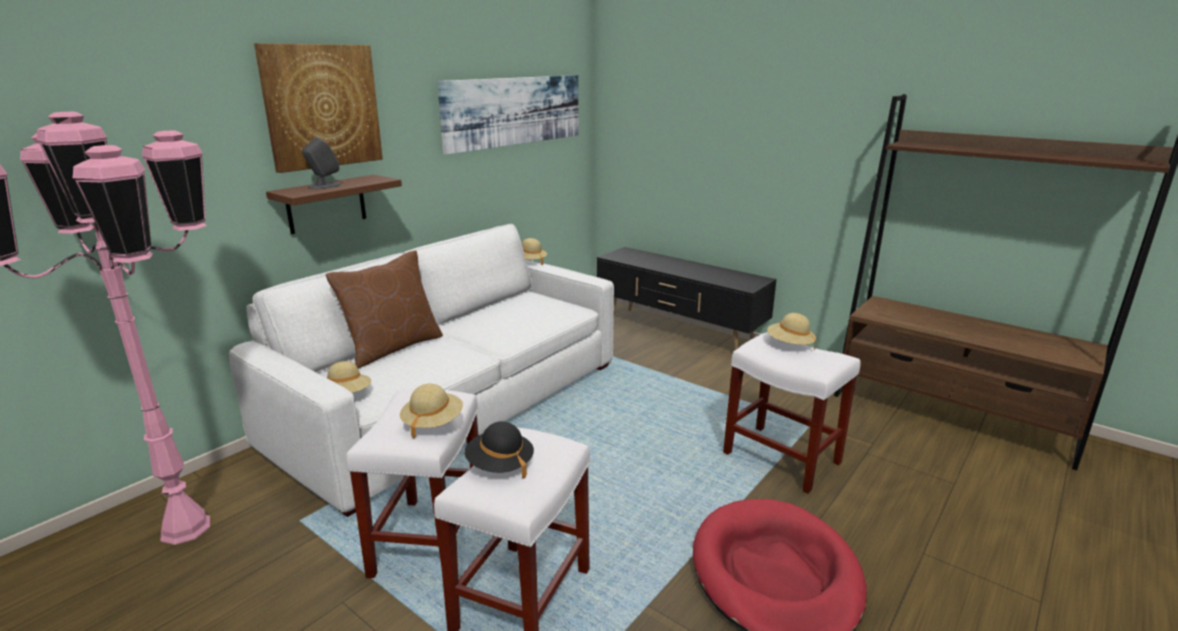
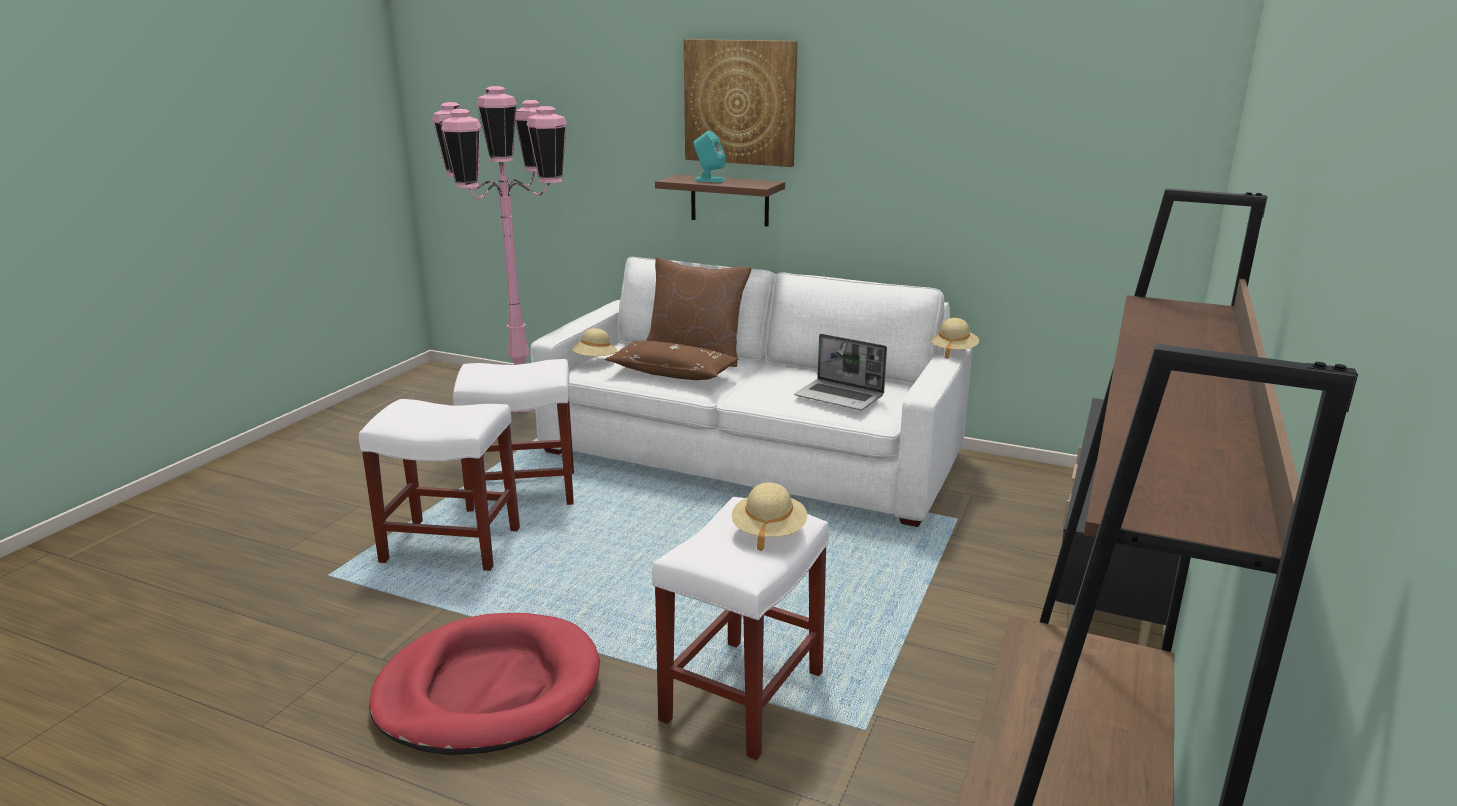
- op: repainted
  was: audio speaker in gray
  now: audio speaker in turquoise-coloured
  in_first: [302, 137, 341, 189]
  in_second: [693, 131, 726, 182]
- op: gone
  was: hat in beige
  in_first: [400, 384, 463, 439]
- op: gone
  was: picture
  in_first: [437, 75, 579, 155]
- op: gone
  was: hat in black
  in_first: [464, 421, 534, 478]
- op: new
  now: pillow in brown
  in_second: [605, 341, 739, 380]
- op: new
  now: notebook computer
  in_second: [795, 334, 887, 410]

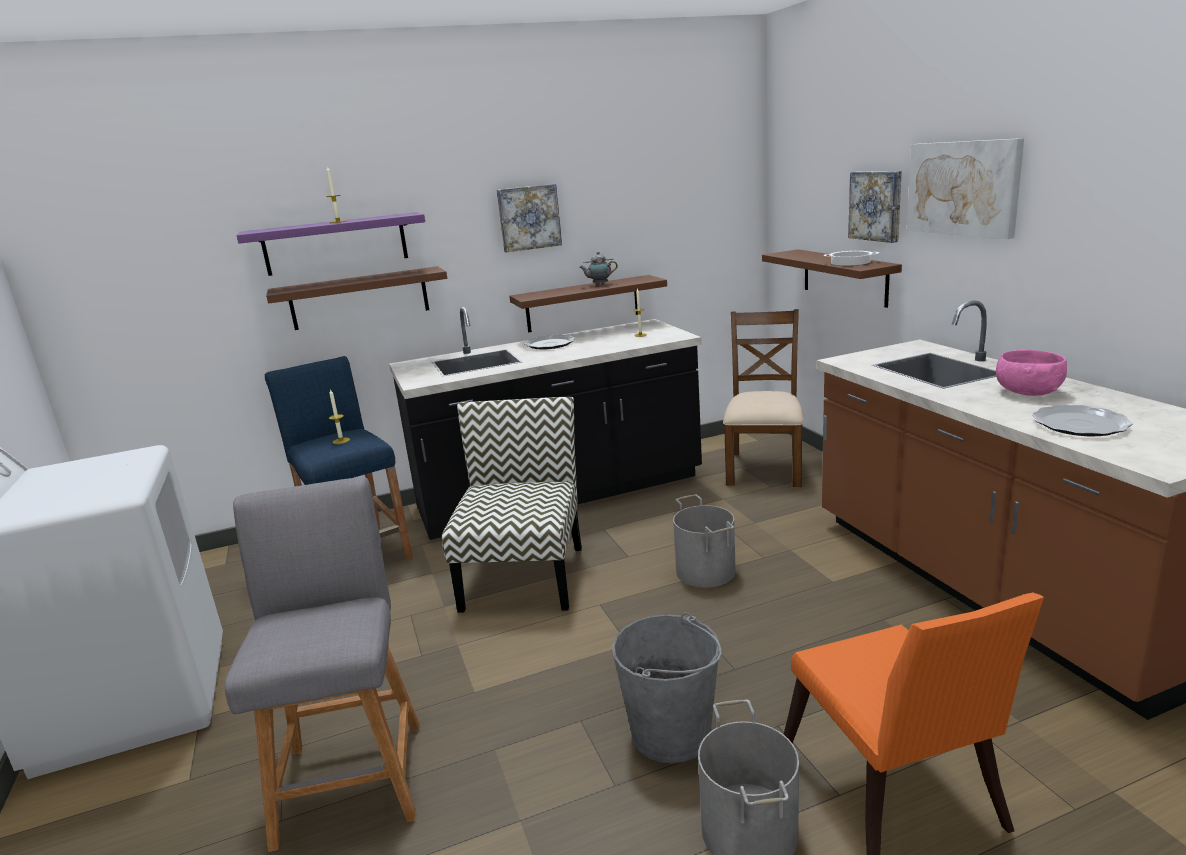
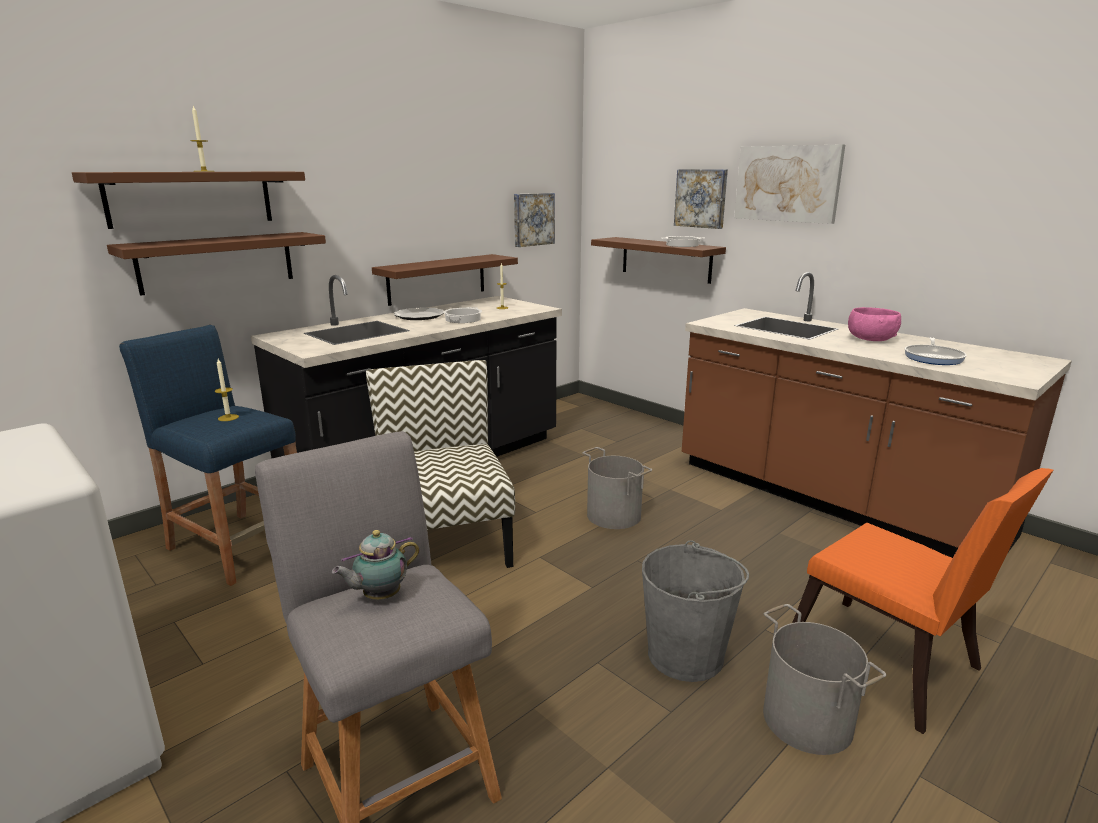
- op: repainted
  was: shelf in purplish
  now: shelf in brown
  in_first: [237, 212, 425, 276]
  in_second: [72, 172, 305, 229]
- op: shifted
  was: picture
  in_first: [497, 184, 562, 252]
  in_second: [514, 193, 555, 247]
- op: shifted
  was: teapot
  in_first: [579, 252, 618, 286]
  in_second: [332, 530, 419, 600]
- op: gone
  was: plain chair in brown
  in_first: [723, 309, 804, 487]
- op: swapped
  was: dinner plate
  now: skillet
  in_first: [1032, 405, 1133, 436]
  in_second: [905, 337, 966, 365]
- op: new
  now: stockpot
  in_second: [443, 307, 482, 323]

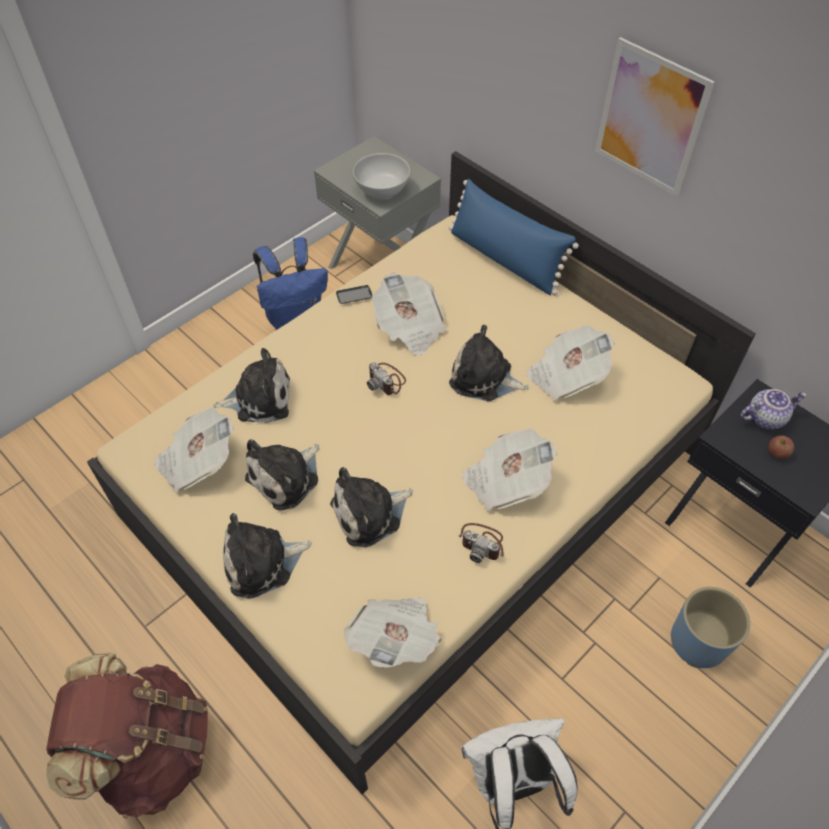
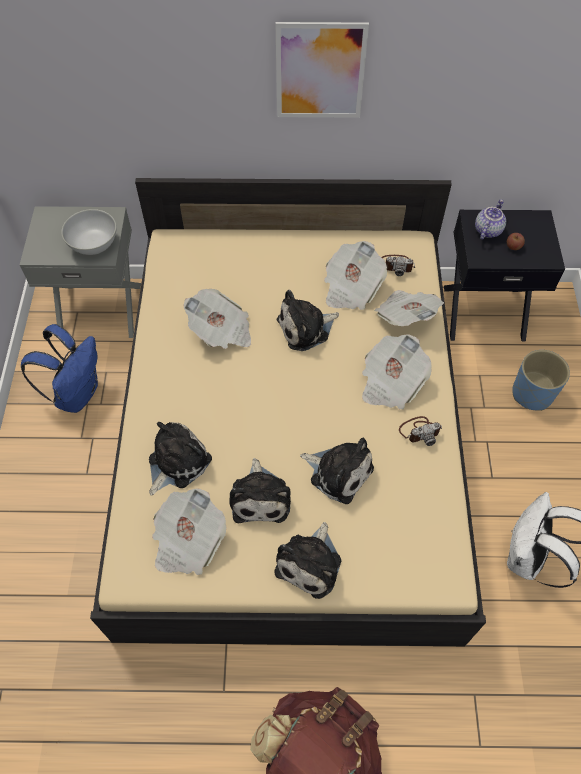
- op: rotated
  was: cuddly toy
  in_first: [330, 467, 413, 547]
  in_second: [300, 437, 374, 504]
  clockwise: -75
- op: gone
  was: telephone
  in_first: [336, 285, 372, 304]
- op: shifted
  was: newspaper
  in_first: [344, 597, 441, 667]
  in_second: [374, 290, 444, 326]
- op: shifted
  was: photo camera
  in_first: [367, 362, 406, 395]
  in_second: [381, 255, 415, 276]
- op: gone
  was: pillow in bluish
  in_first: [449, 179, 579, 295]

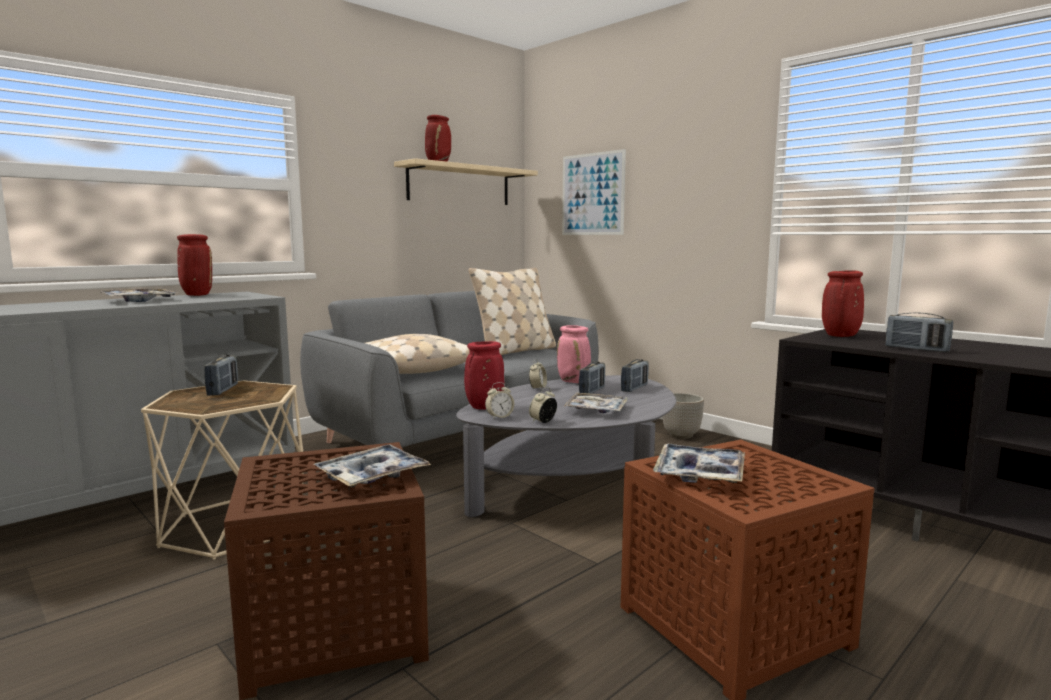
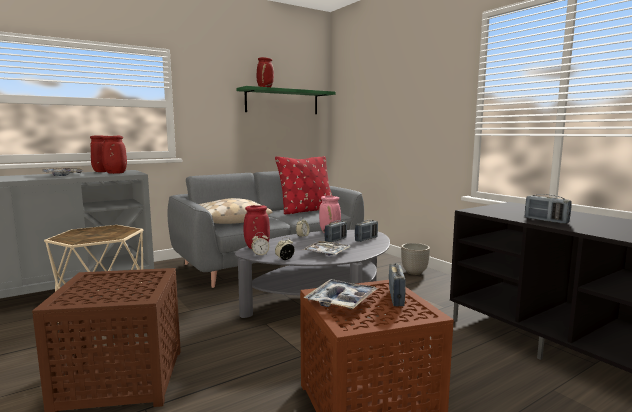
- op: shifted
  was: radio receiver
  in_first: [204, 354, 238, 396]
  in_second: [389, 263, 406, 307]
- op: gone
  was: tray
  in_first: [314, 444, 431, 487]
- op: repainted
  was: shelf in beige
  now: shelf in green-coloured
  in_first: [394, 158, 538, 205]
  in_second: [236, 86, 335, 114]
- op: repainted
  was: pillow in beige
  now: pillow in red
  in_first: [469, 268, 556, 355]
  in_second: [275, 156, 332, 214]
- op: gone
  was: picture
  in_first: [562, 149, 626, 235]
- op: shifted
  was: flower vase in red
  in_first: [822, 270, 864, 337]
  in_second: [101, 136, 127, 174]

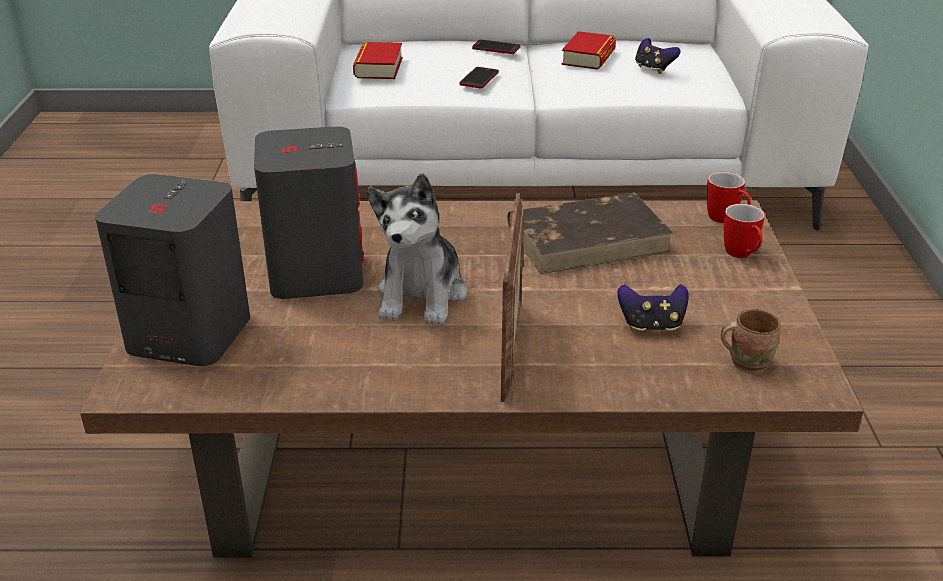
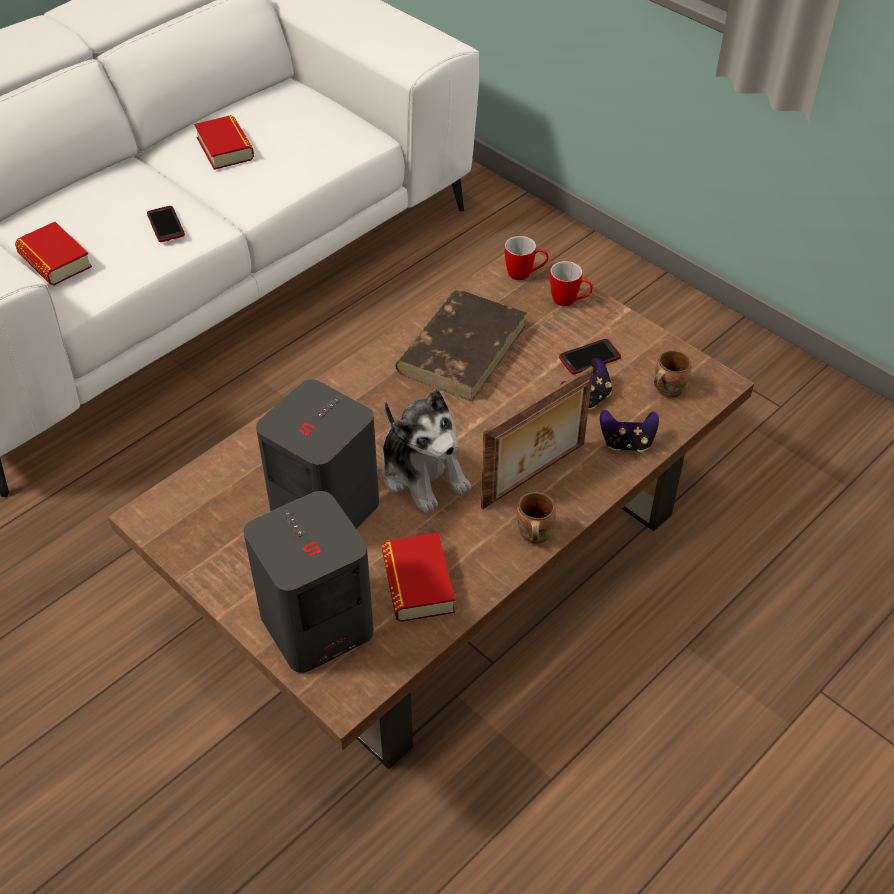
- op: shifted
  was: telephone
  in_first: [472, 40, 520, 54]
  in_second: [559, 339, 621, 374]
- op: rotated
  was: photo frame
  in_first: [501, 193, 524, 402]
  in_second: [481, 366, 594, 509]
  clockwise: 90
- op: shifted
  was: game controller
  in_first: [635, 38, 681, 74]
  in_second: [600, 410, 659, 452]
- op: new
  now: volume
  in_second: [382, 533, 455, 622]
- op: new
  now: tea mug in brown
  in_second: [517, 492, 556, 544]

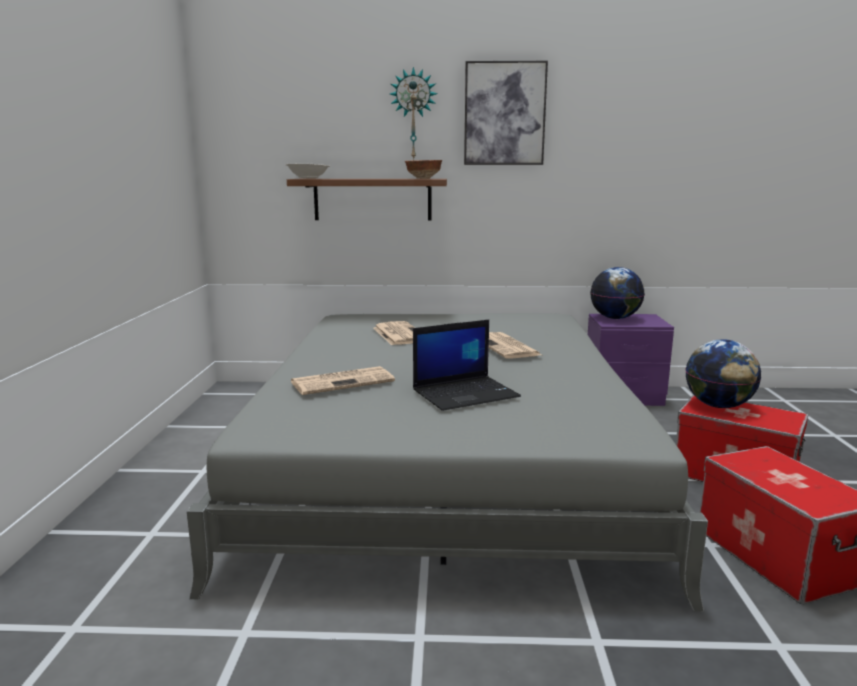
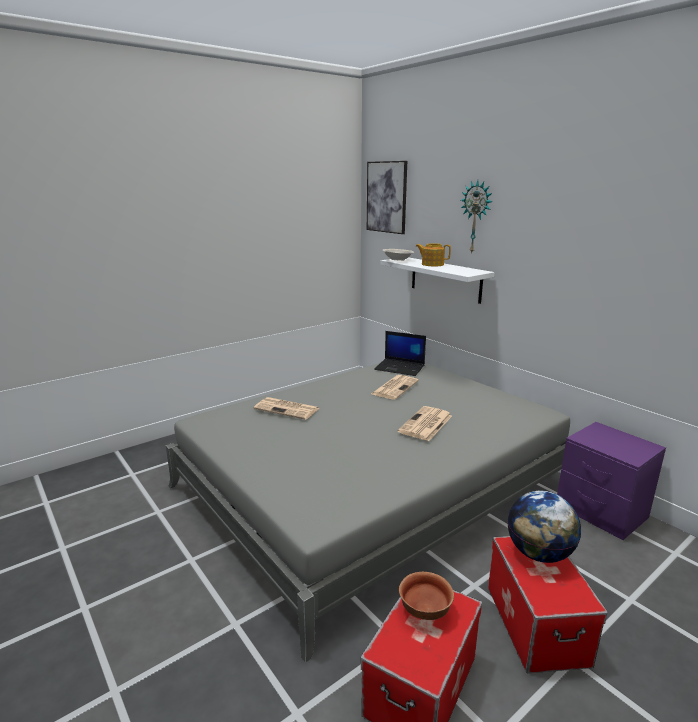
- op: repainted
  was: shelf in brown
  now: shelf in whitish
  in_first: [287, 179, 447, 221]
  in_second: [380, 257, 494, 304]
- op: shifted
  was: deep dish
  in_first: [405, 160, 442, 179]
  in_second: [399, 572, 454, 620]
- op: shifted
  was: notebook computer
  in_first: [413, 320, 521, 411]
  in_second: [374, 331, 426, 376]
- op: shifted
  was: picture
  in_first: [464, 61, 548, 165]
  in_second: [367, 161, 407, 234]
- op: gone
  was: globe
  in_first: [590, 267, 645, 319]
- op: new
  now: teapot
  in_second: [416, 243, 451, 266]

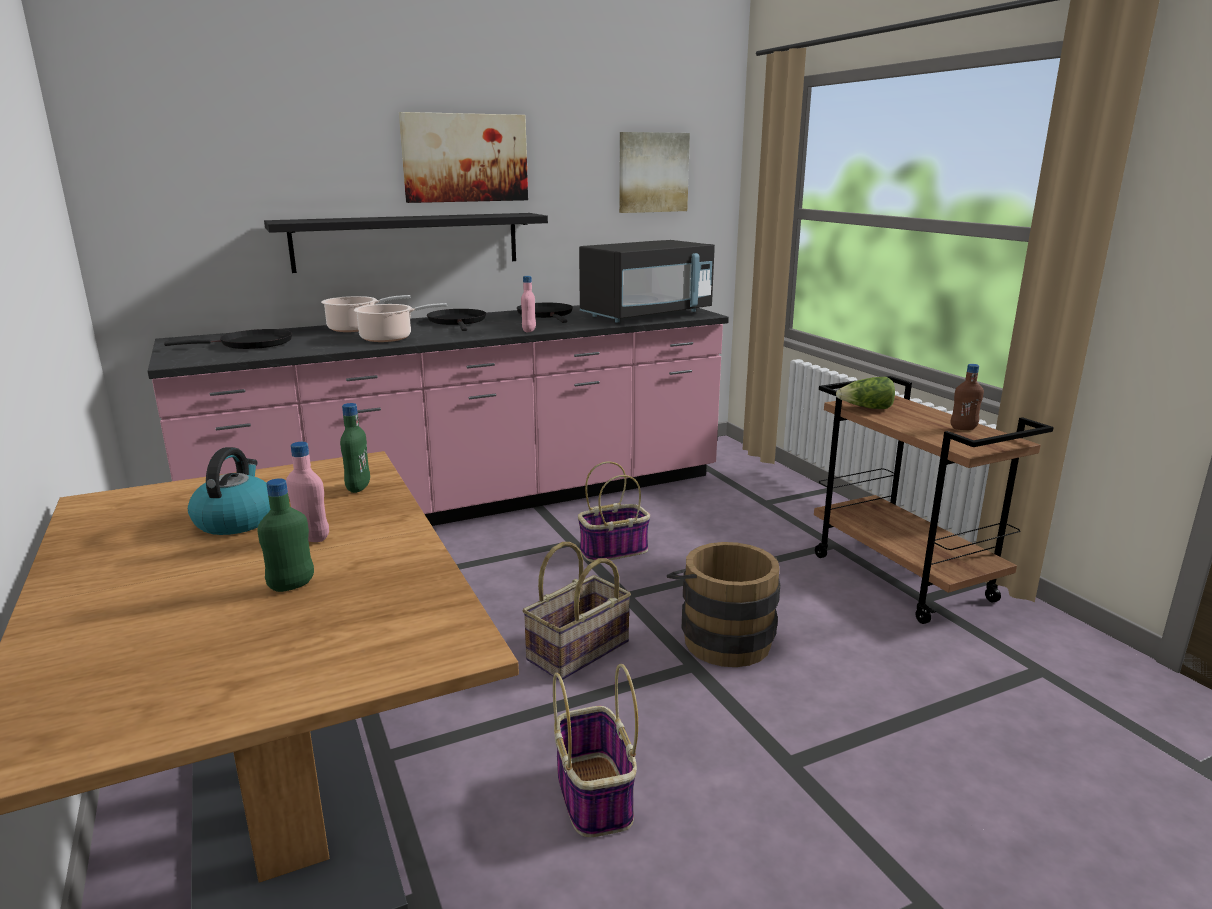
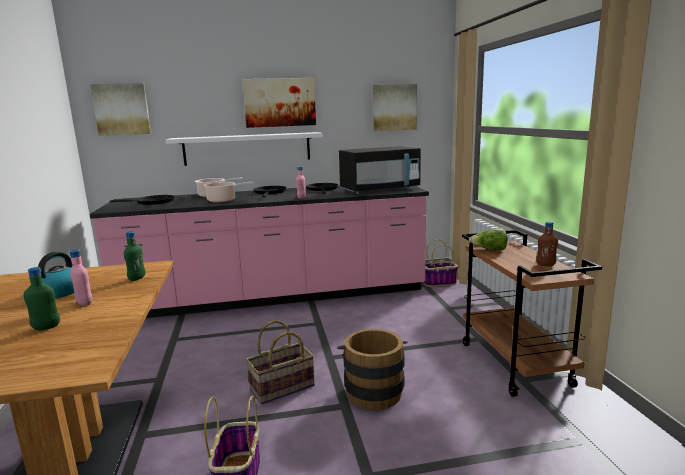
- op: repainted
  was: shelf in black
  now: shelf in whitish
  in_first: [264, 213, 548, 273]
  in_second: [166, 132, 323, 166]
- op: shifted
  was: household basket
  in_first: [578, 461, 650, 562]
  in_second: [423, 239, 458, 287]
- op: new
  now: picture
  in_second: [90, 83, 151, 136]

